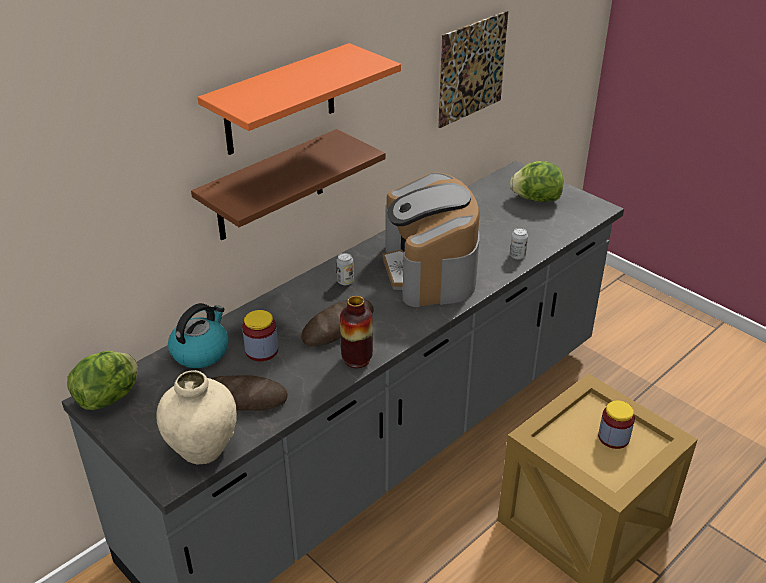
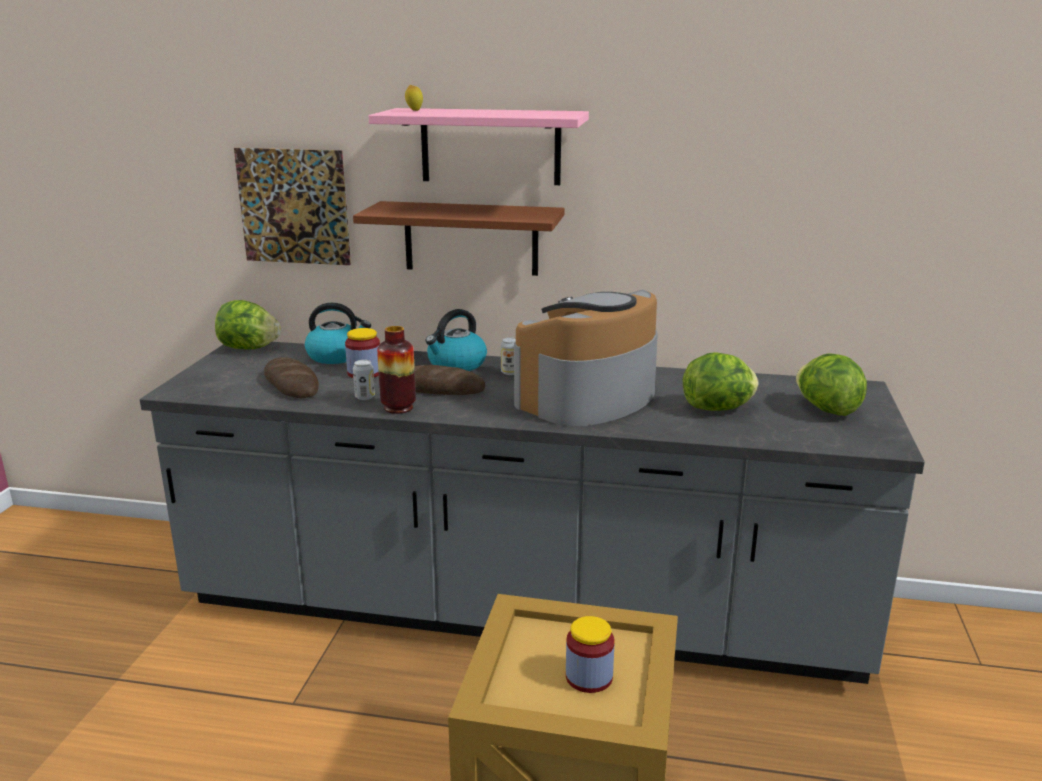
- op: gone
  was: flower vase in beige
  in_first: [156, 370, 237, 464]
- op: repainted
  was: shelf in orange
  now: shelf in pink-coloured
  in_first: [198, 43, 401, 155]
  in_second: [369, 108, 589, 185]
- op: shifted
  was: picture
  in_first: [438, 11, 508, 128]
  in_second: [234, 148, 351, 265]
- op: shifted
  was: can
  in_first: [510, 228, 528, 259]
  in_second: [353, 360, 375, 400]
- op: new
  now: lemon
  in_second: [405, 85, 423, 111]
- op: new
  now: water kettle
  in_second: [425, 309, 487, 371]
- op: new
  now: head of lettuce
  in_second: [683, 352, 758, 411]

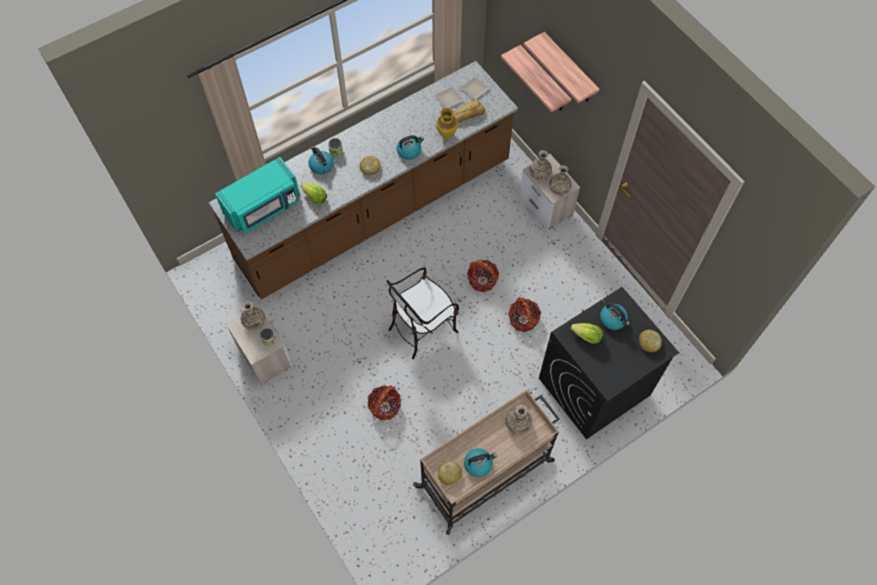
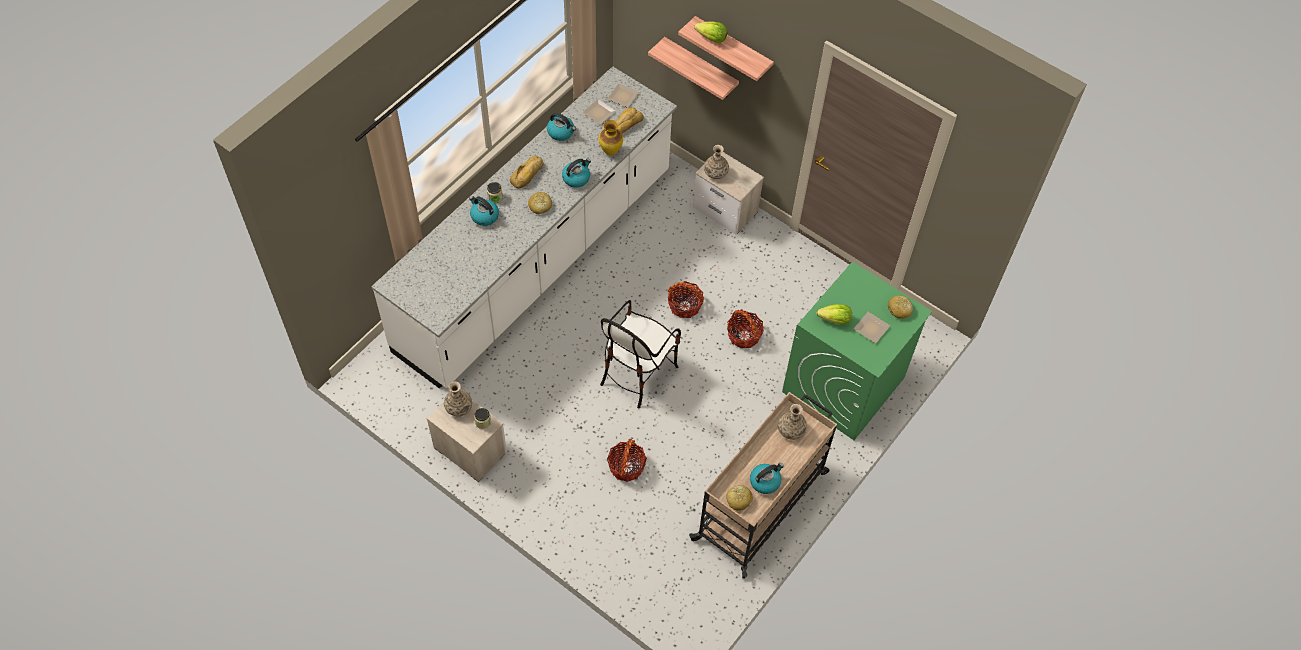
- op: repainted
  was: kitchen counter in brown
  now: kitchen counter in whitish
  in_first: [209, 61, 518, 299]
  in_second: [371, 66, 677, 389]
- op: gone
  was: kitchen microwave in turquoise-coloured
  in_first: [215, 157, 300, 233]
- op: shifted
  was: head of lettuce
  in_first: [301, 183, 327, 204]
  in_second: [694, 22, 727, 43]
- op: repainted
  was: laundry machine in black
  now: laundry machine in green-coloured
  in_first: [539, 287, 679, 439]
  in_second: [782, 262, 932, 440]
- op: gone
  was: flower vase
  in_first: [549, 165, 572, 195]
- op: shifted
  was: water kettle
  in_first: [600, 303, 630, 330]
  in_second: [547, 113, 576, 141]
- op: new
  now: bakery bread
  in_second: [510, 156, 544, 188]
- op: new
  now: dinner plate
  in_second: [854, 312, 890, 343]

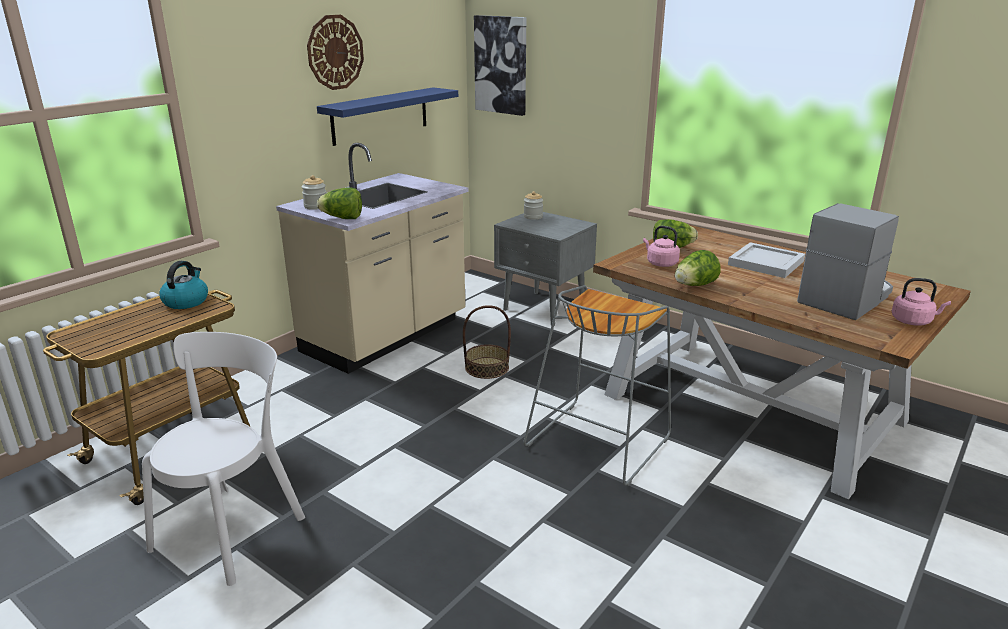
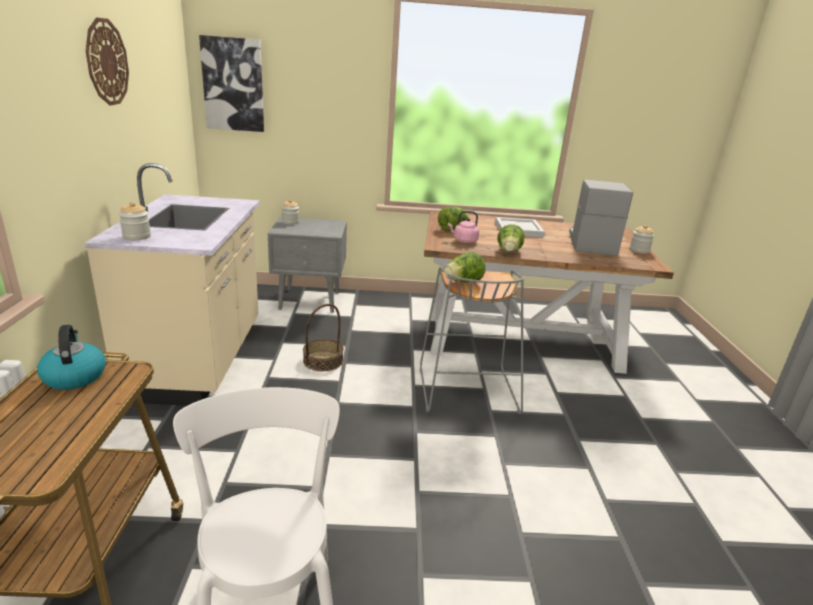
- op: gone
  was: shelf in bluish
  in_first: [317, 87, 458, 146]
- op: shifted
  was: head of lettuce
  in_first: [317, 187, 362, 219]
  in_second: [444, 252, 486, 283]
- op: swapped
  was: water kettle in pink-coloured
  now: storage jar
  in_first: [892, 278, 951, 326]
  in_second: [630, 225, 654, 254]

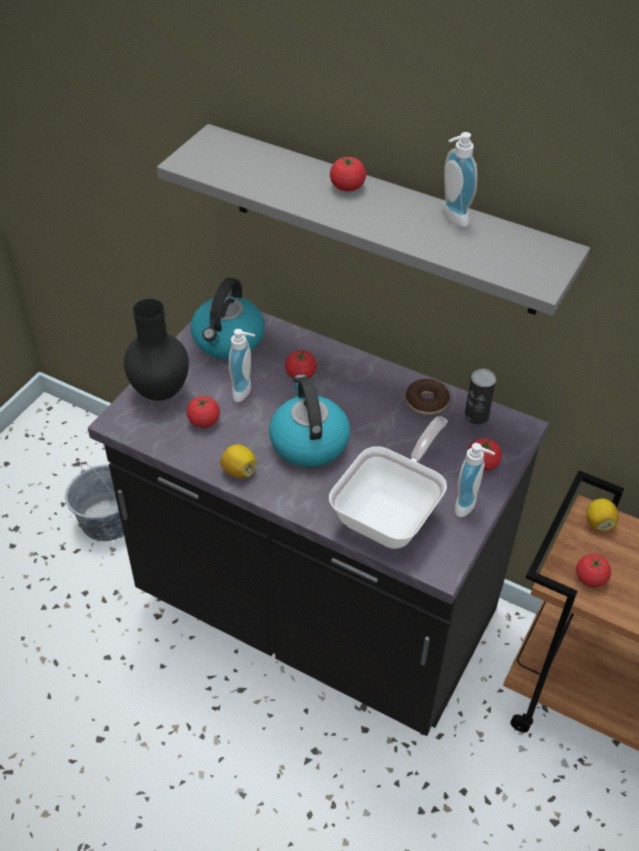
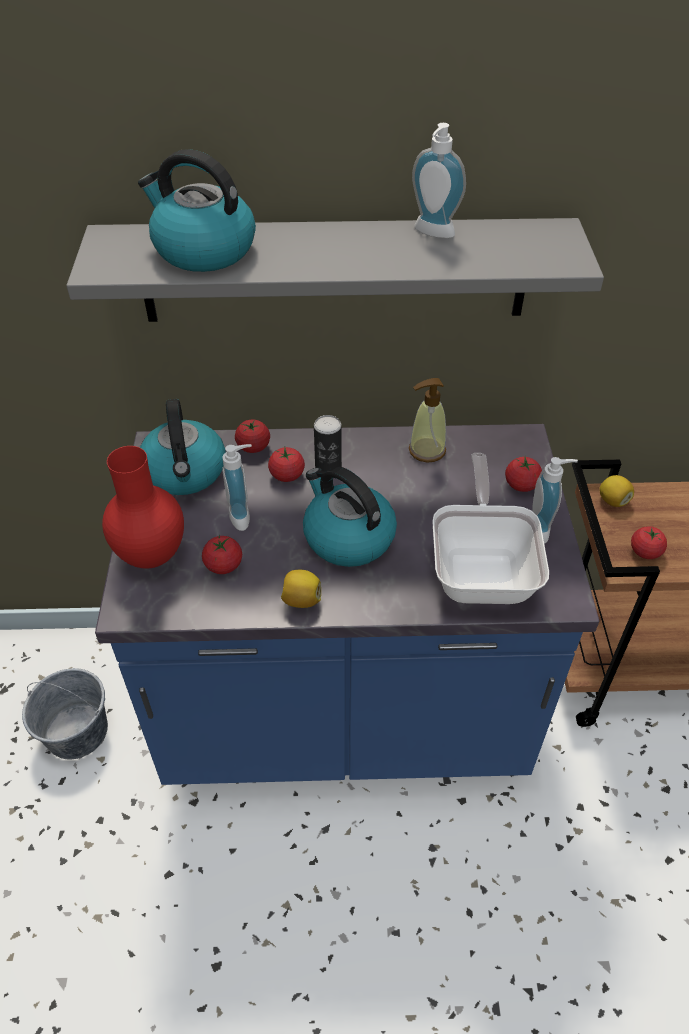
- op: repainted
  was: kitchen counter in black
  now: kitchen counter in bluish
  in_first: [88, 311, 549, 736]
  in_second: [95, 424, 599, 785]
- op: repainted
  was: flower vase in black
  now: flower vase in red
  in_first: [124, 299, 189, 401]
  in_second: [102, 446, 184, 569]
- op: shifted
  was: fresh tomato
  in_first: [330, 157, 366, 192]
  in_second: [235, 419, 270, 453]
- op: swapped
  was: ring doughnut
  now: soap dispenser
  in_first: [405, 379, 450, 415]
  in_second: [409, 378, 446, 463]
- op: shifted
  was: can
  in_first: [465, 369, 496, 425]
  in_second: [314, 415, 342, 472]
- op: new
  now: water kettle
  in_second: [138, 149, 256, 272]

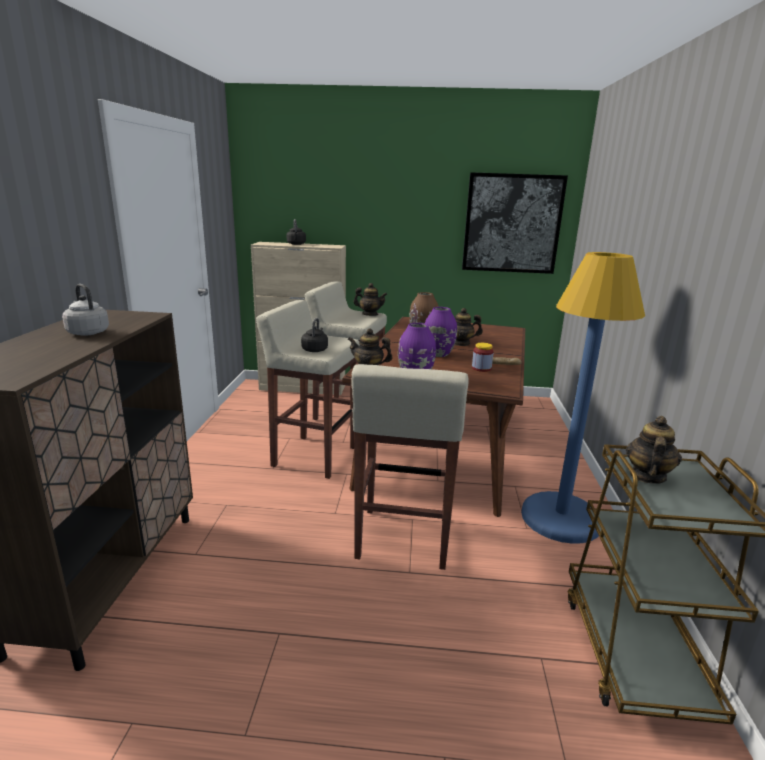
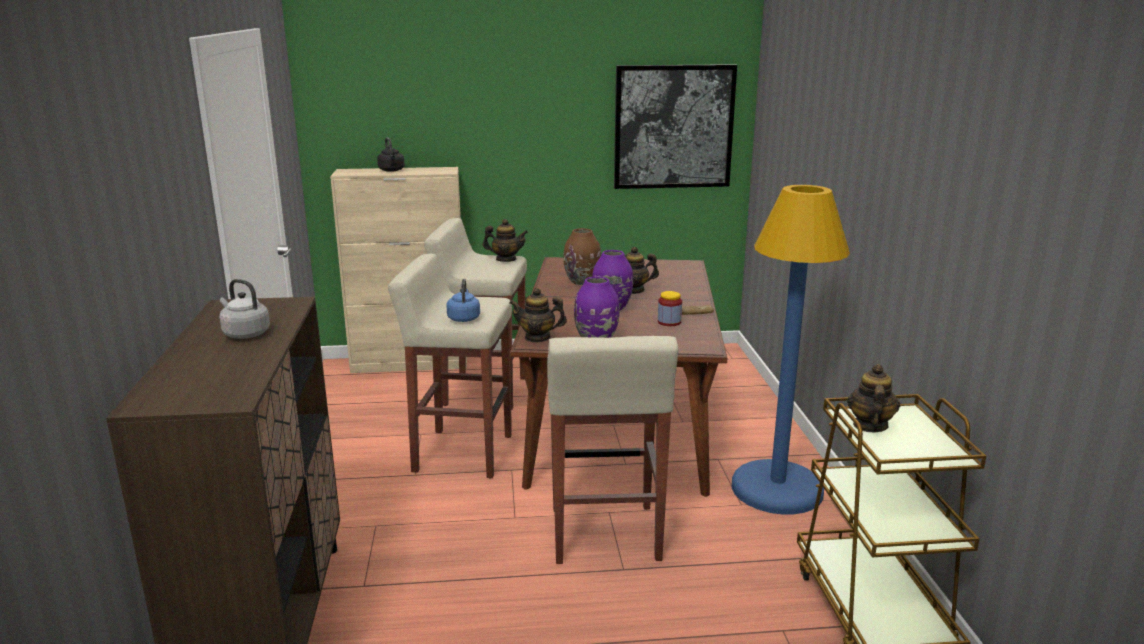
- op: repainted
  was: water kettle in black
  now: water kettle in bluish
  in_first: [301, 318, 328, 352]
  in_second: [446, 279, 480, 322]

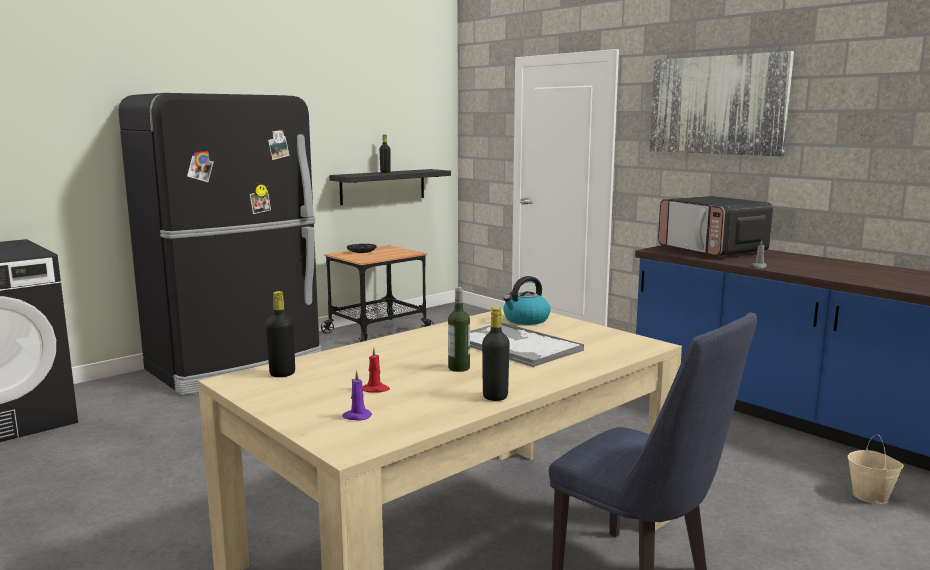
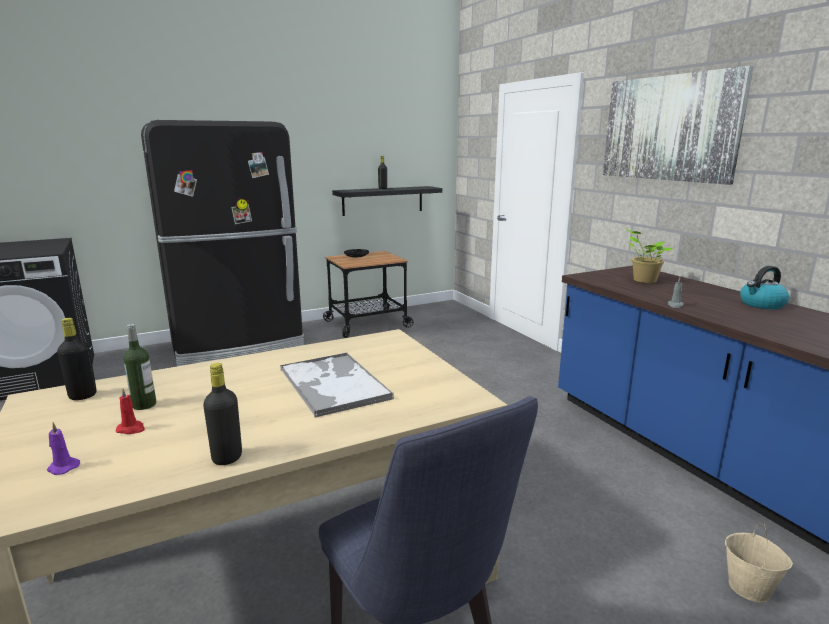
- op: shifted
  was: bottle
  in_first: [448, 287, 470, 372]
  in_second: [123, 324, 156, 410]
- op: shifted
  was: water kettle
  in_first: [503, 276, 550, 325]
  in_second: [740, 266, 789, 309]
- op: swapped
  was: kitchen microwave
  now: potted plant
  in_first: [658, 196, 773, 257]
  in_second: [625, 228, 673, 283]

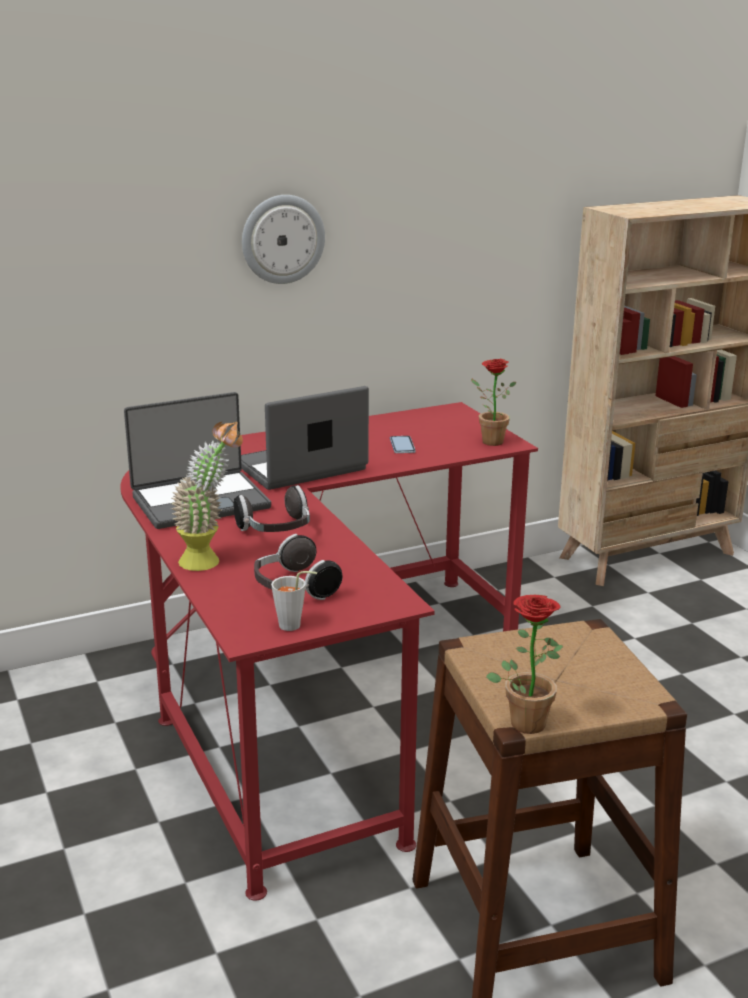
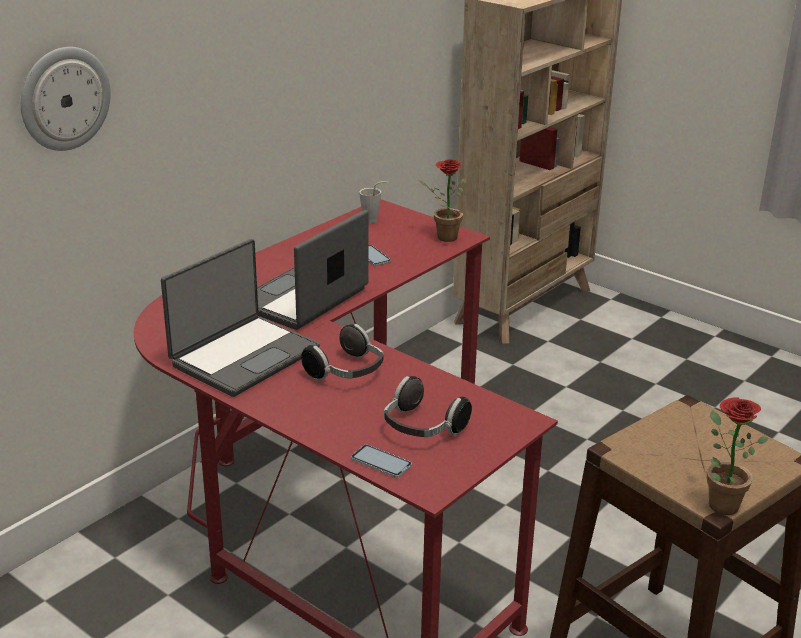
- op: gone
  was: potted plant
  in_first: [171, 422, 243, 571]
- op: shifted
  was: clock on the wall
  in_first: [242, 195, 325, 284]
  in_second: [21, 47, 111, 151]
- op: shifted
  was: drinking cup in gray
  in_first: [271, 571, 317, 631]
  in_second: [359, 181, 388, 223]
- op: new
  now: telephone
  in_second: [351, 445, 412, 478]

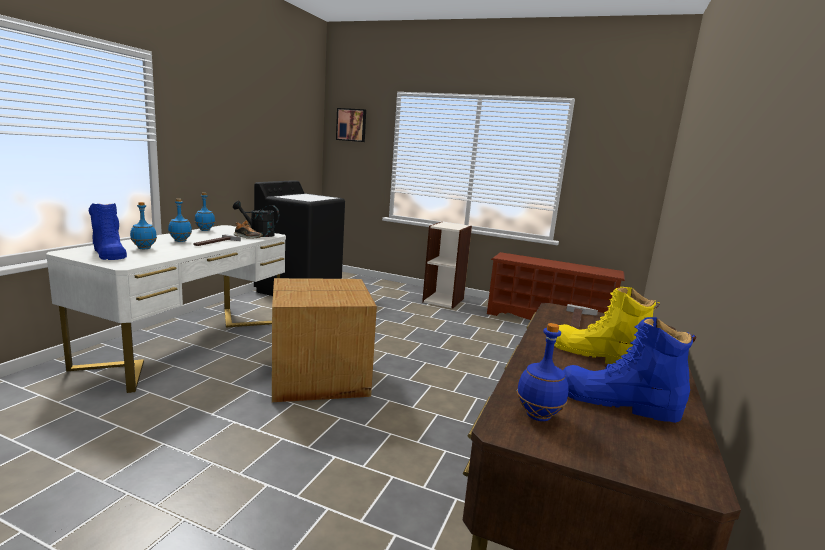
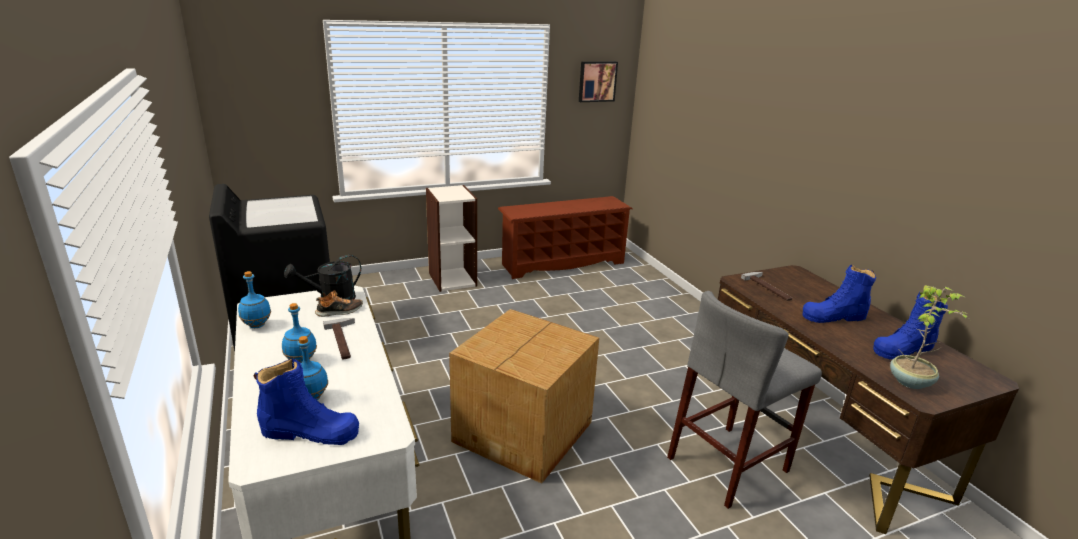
- op: shifted
  was: picture
  in_first: [336, 108, 366, 142]
  in_second: [579, 61, 618, 102]
- op: swapped
  was: bottle in bluish
  now: potted plant
  in_first: [517, 323, 569, 421]
  in_second: [890, 285, 967, 389]
- op: repainted
  was: tall boot in yellow
  now: tall boot in bluish
  in_first: [554, 287, 660, 364]
  in_second: [803, 265, 876, 323]
- op: new
  now: stool seat in gray
  in_second: [667, 291, 822, 509]

